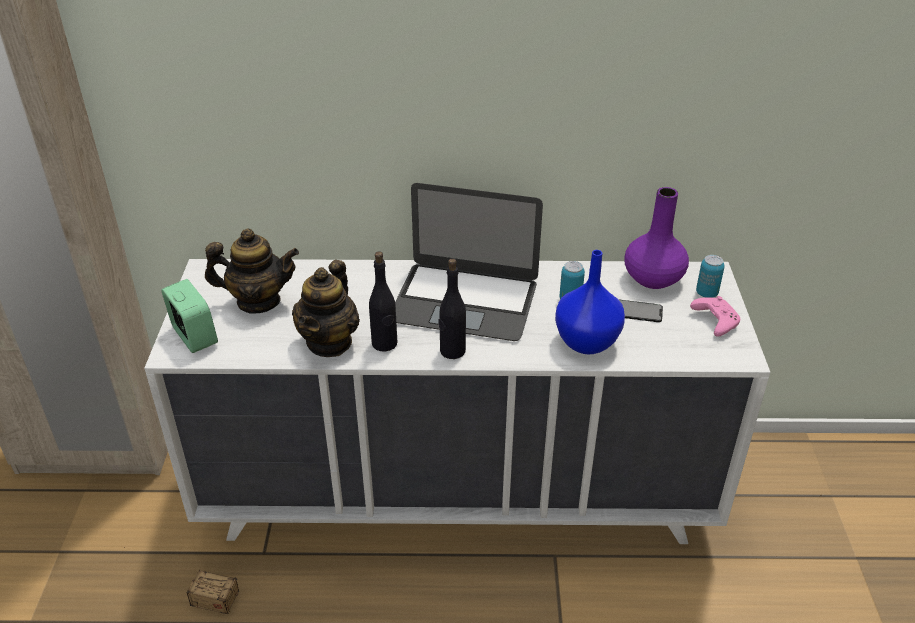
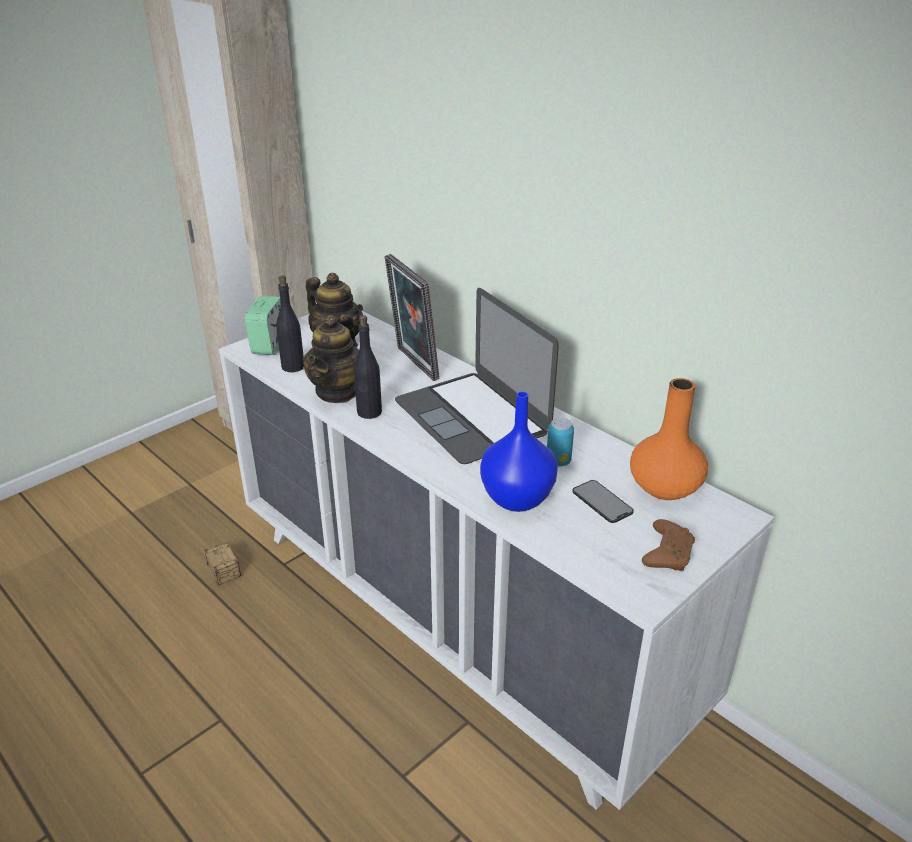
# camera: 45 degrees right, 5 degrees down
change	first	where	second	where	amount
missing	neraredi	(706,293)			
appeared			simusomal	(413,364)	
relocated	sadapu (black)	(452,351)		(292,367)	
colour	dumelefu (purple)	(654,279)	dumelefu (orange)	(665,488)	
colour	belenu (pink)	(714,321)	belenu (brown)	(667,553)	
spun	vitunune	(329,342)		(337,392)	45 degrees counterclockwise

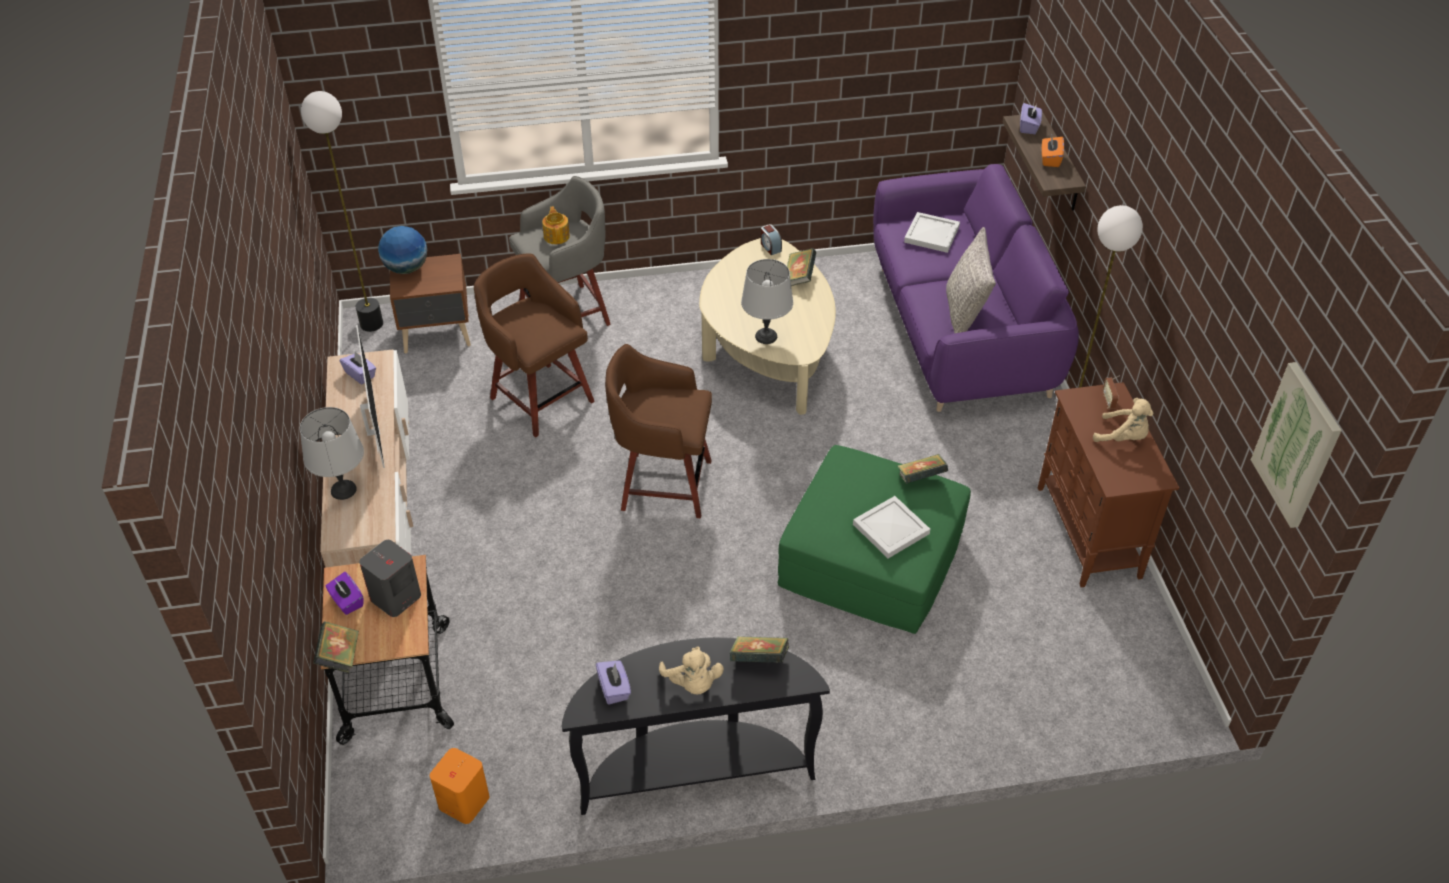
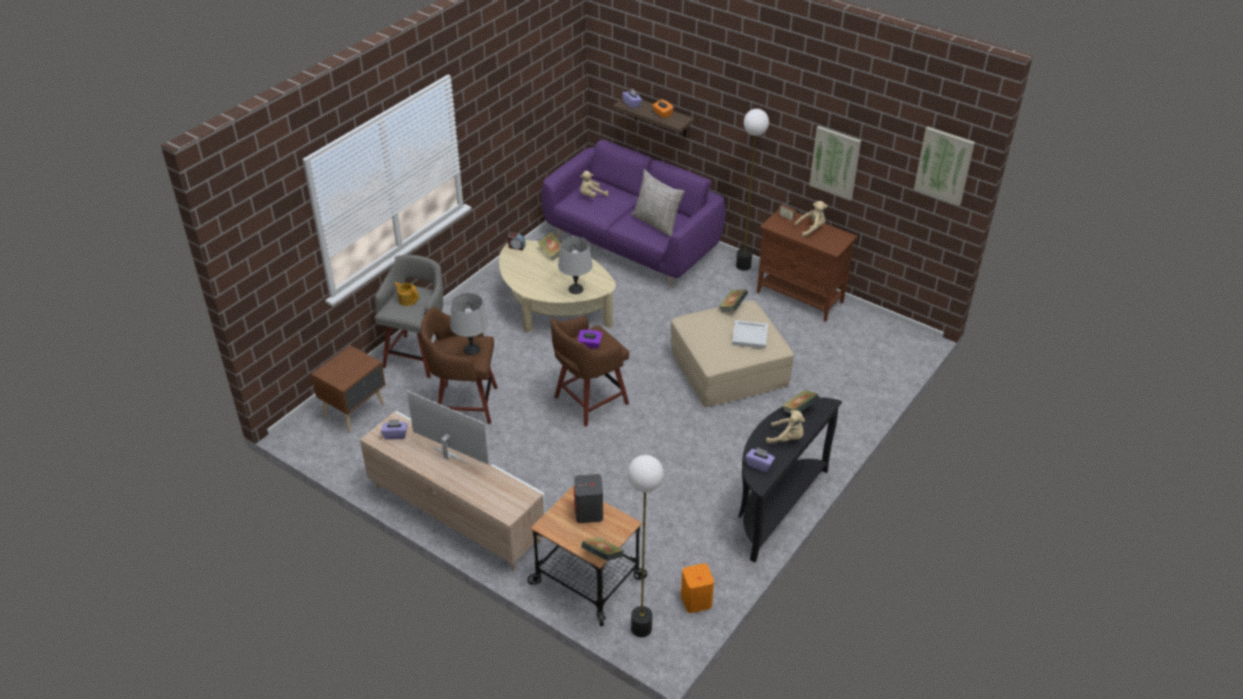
# camera: 45 degrees left, 5 degrees down
change	first	where	second	where	amount
missing	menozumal	(406,268)			
appeared			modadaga	(835,162)	
relocated	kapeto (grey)	(343,490)		(472,350)	
relocated	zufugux	(371,324)		(641,628)	
relocated	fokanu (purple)	(347,601)		(590,344)	
exchanged	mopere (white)	(931,234)	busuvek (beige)	(591,195)	
colour	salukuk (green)	(872,559)	salukuk (beige)	(729,368)	

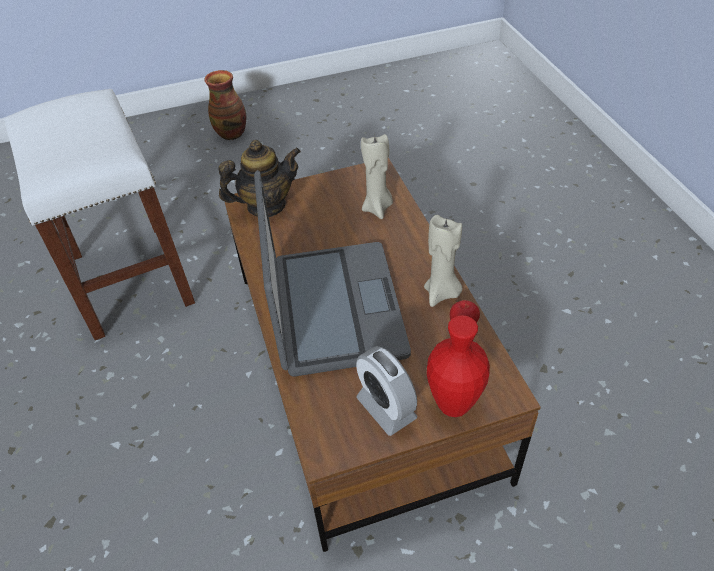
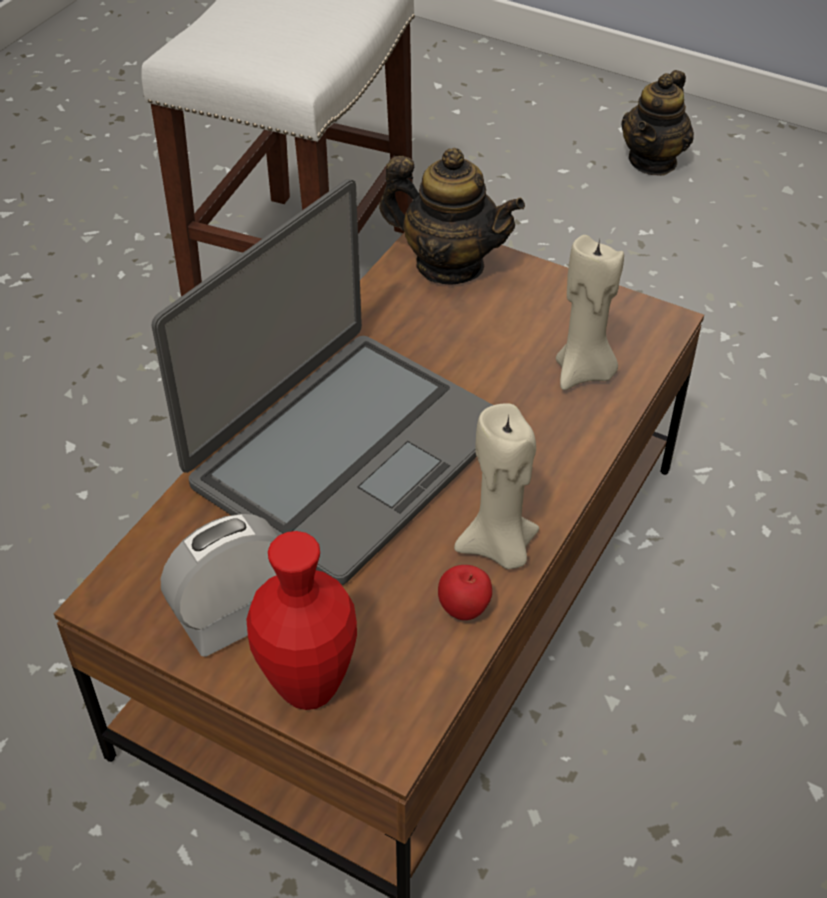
# camera: 45 degrees right, 0 degrees up
change	first	where	second	where	amount
exchanged	dumelefu	(232,133)	vitunune	(653,161)	
spun	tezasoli	(386,408)		(233,617)	45 degrees clockwise

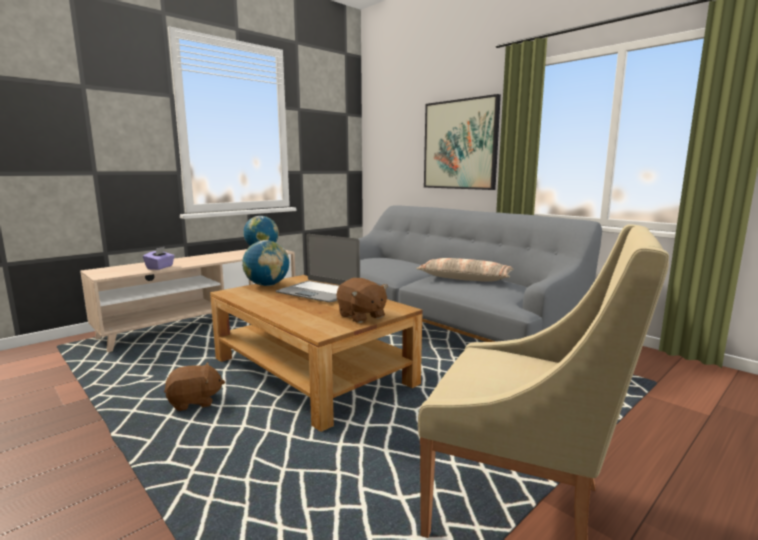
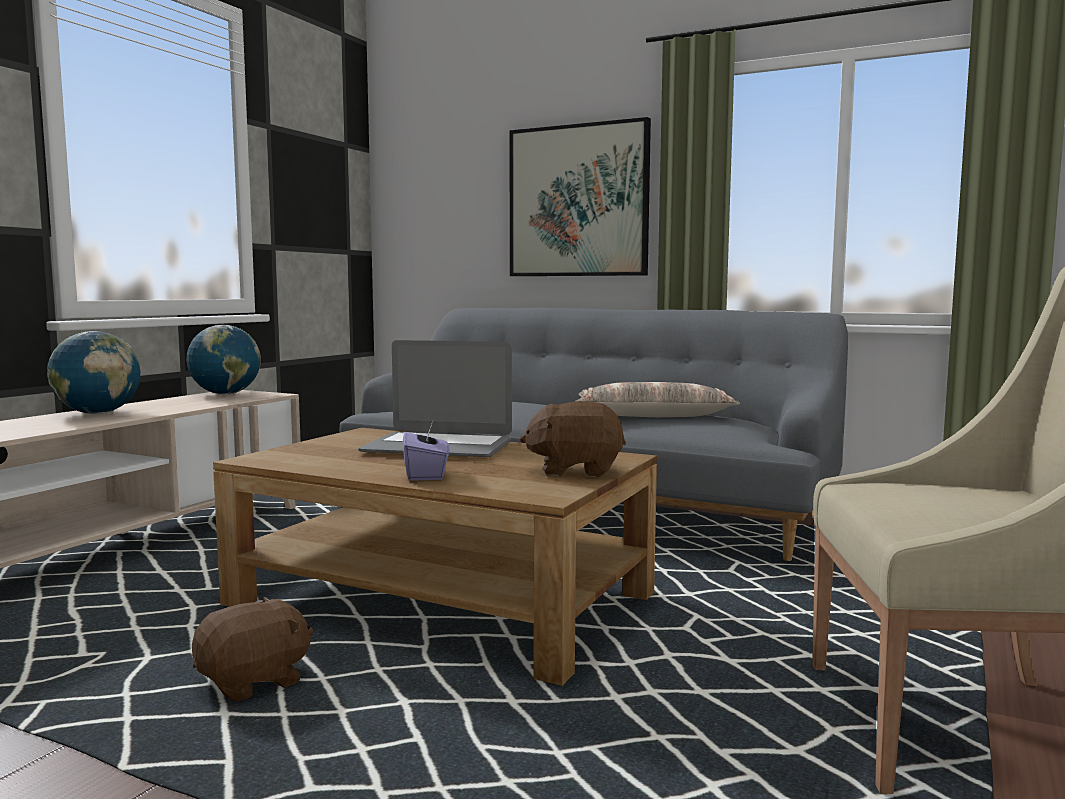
# camera: 20 degrees left, 5 degrees down
change	first	where	second	where	amount
relocated	fokanu (purple)	(160,267)		(426,474)	
relocated	menozumal	(267,285)		(97,413)	
spun	busuvek (brown)	(361,316)		(575,470)	150 degrees clockwise

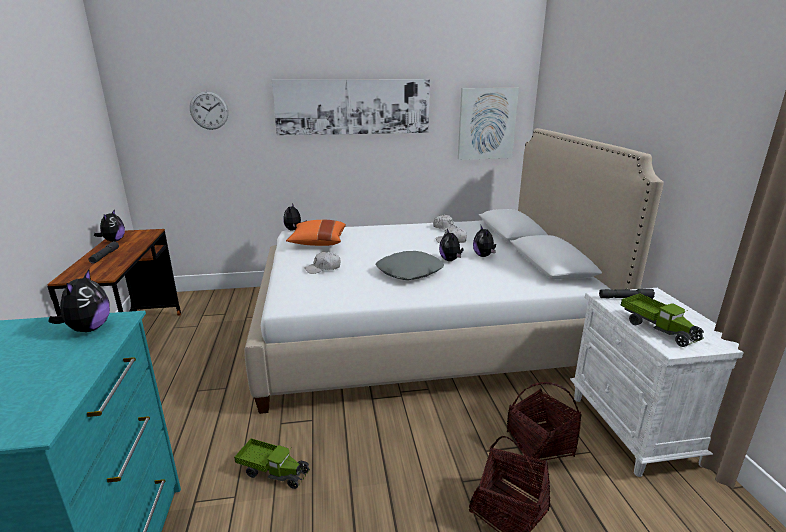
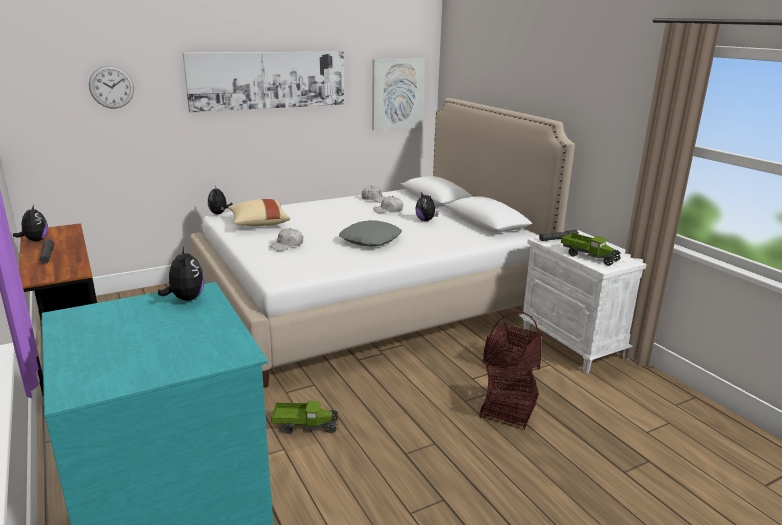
# camera: 20 degrees left, 0 degrees up
change	first	where	second	where	amount
missing	busuvek	(450,260)			
colour	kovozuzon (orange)	(318,243)	kovozuzon (beige)	(259,223)	

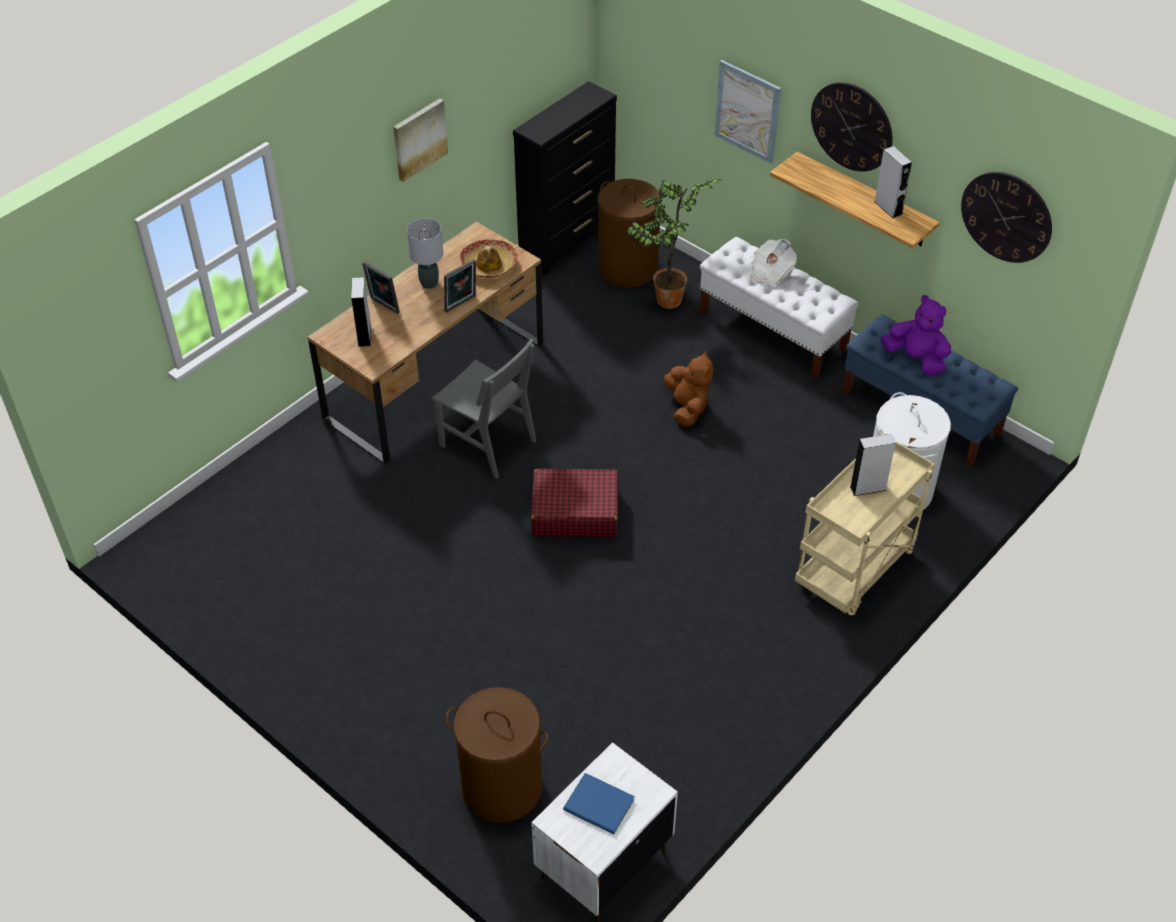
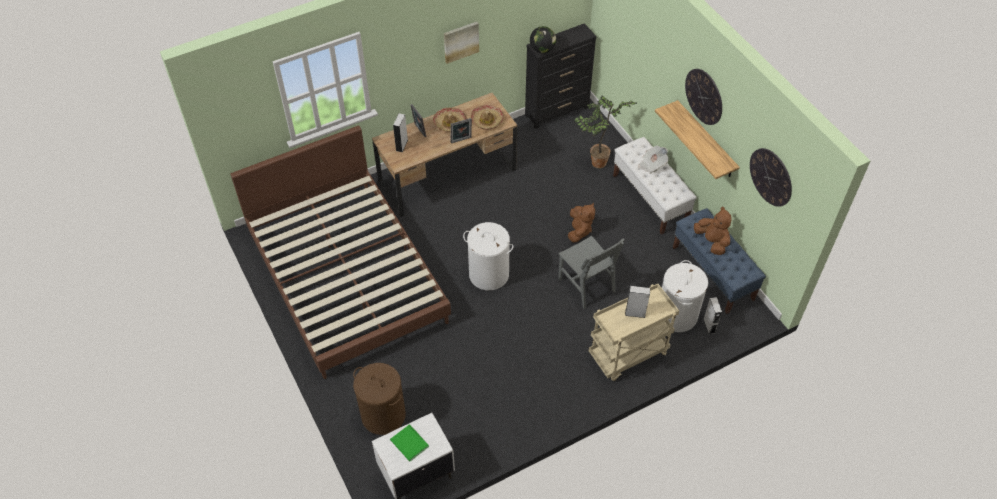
# camera: 20 degrees right, 5 degrees up
change	first	where	second	where	amount
missing	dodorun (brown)	(627,268)			
missing	modadaga	(747,111)			
appeared			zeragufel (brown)	(347,277)	
appeared			menozumal	(542,50)	
relocated	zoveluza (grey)	(487,443)		(586,285)	
relocated	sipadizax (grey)	(888,208)		(709,326)	
exchanged	kapeto (grey)	(429,283)	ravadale	(450,123)	
exchanged	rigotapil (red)	(574,512)	dodorun (white)	(488,274)	
colour	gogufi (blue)	(599,807)	gogufi (green)	(409,444)	
colour	busuvek (purple)	(915,359)	busuvek (brown)	(712,241)	

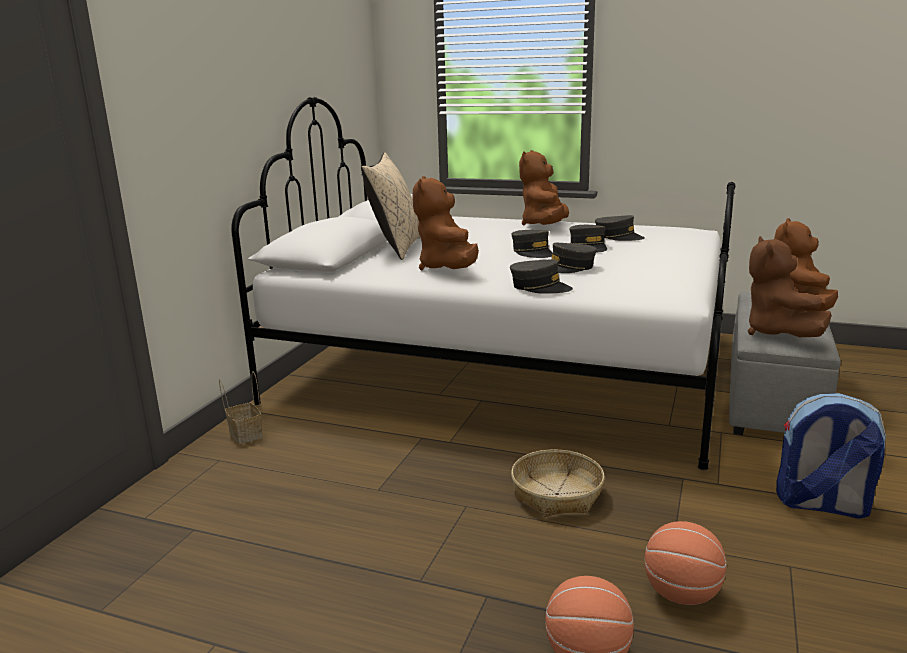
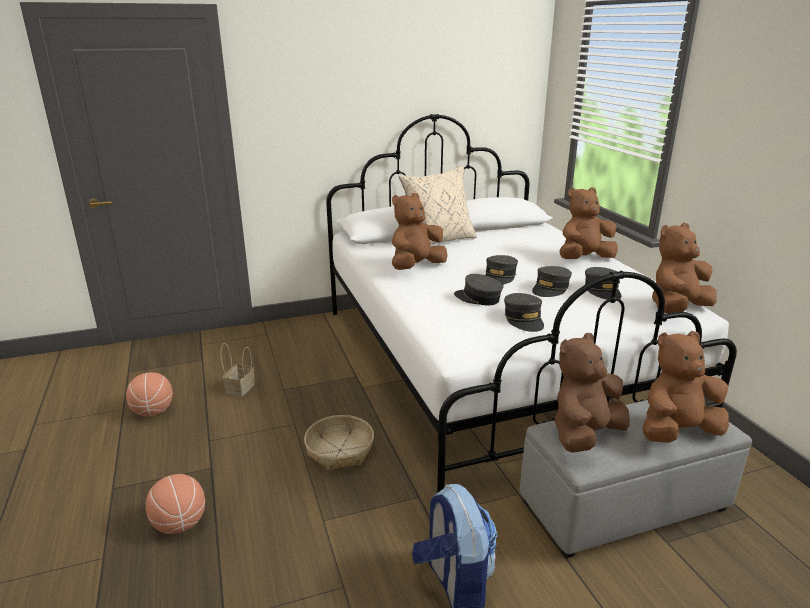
# camera: 50 degrees right, 5 degrees up
change	first	where	second	where	amount
appeared			busuvek (brown)	(677,309)	
relocated	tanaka	(244,434)		(240,388)	
relocated	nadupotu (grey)	(540,287)		(524,319)	
relocated	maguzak	(681,594)		(153,411)	

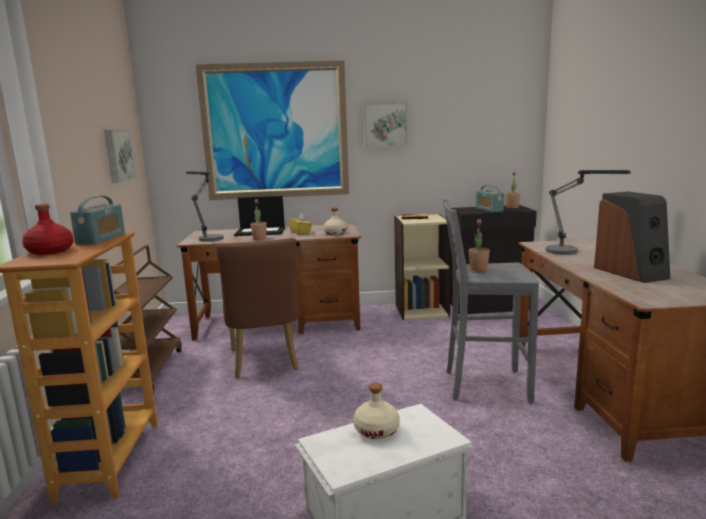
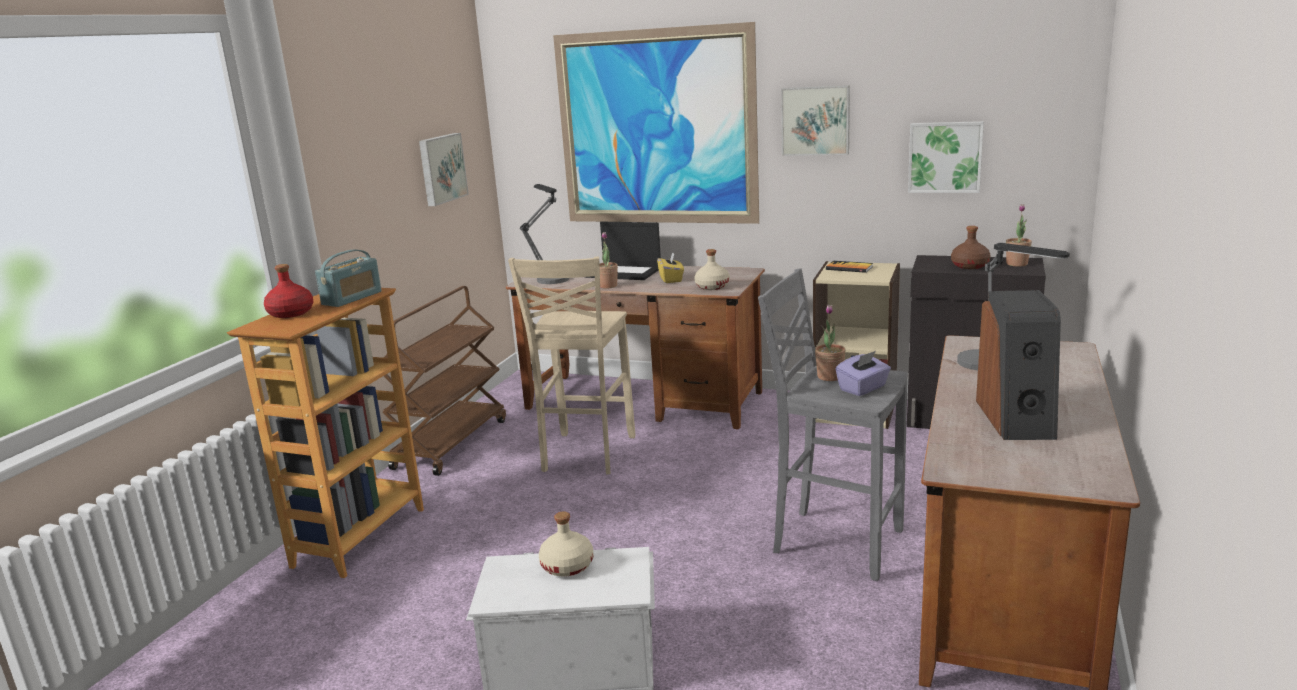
# camera: 25 degrees right, 5 degrees up
change	first	where	second	where	amount
appeared			fokanu (purple)	(863,388)	
appeared			modadaga	(945,157)	
exchanged	zoveluza (brown)	(265,362)	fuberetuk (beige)	(586,454)	
exchanged	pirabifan	(489,209)	sadapu (brown)	(970,266)	

